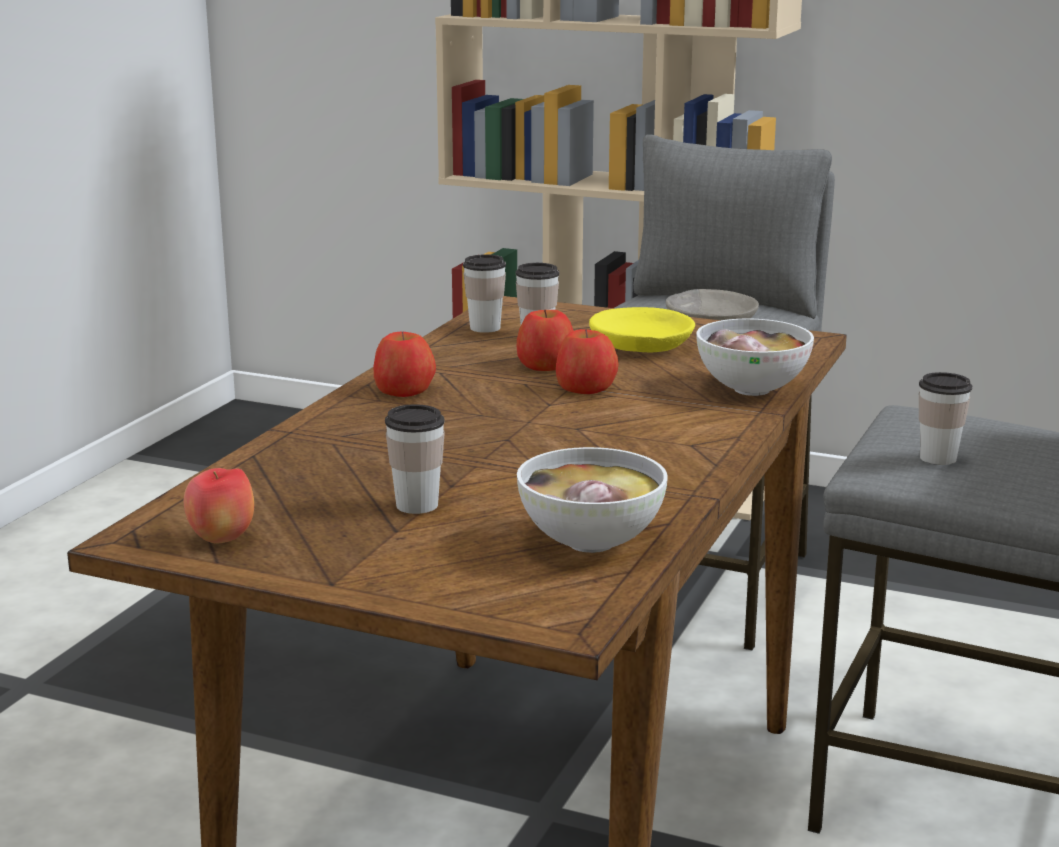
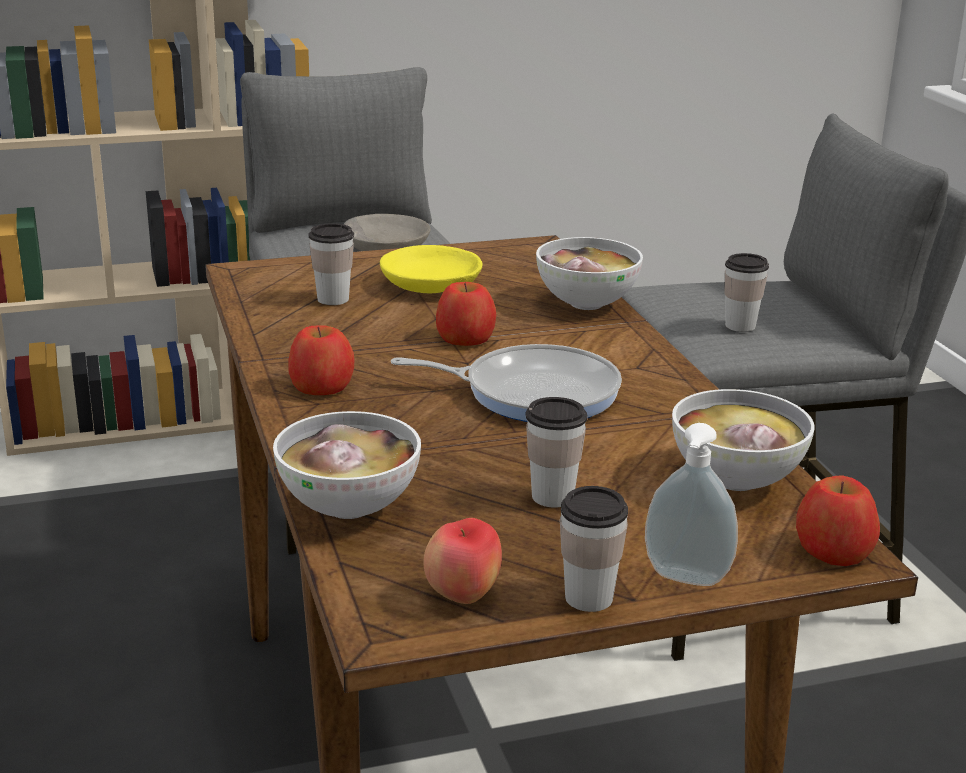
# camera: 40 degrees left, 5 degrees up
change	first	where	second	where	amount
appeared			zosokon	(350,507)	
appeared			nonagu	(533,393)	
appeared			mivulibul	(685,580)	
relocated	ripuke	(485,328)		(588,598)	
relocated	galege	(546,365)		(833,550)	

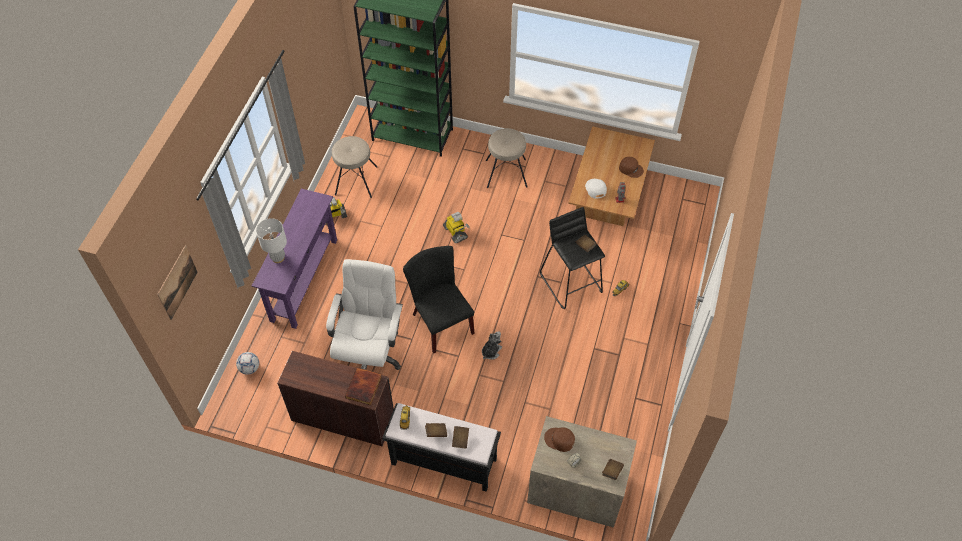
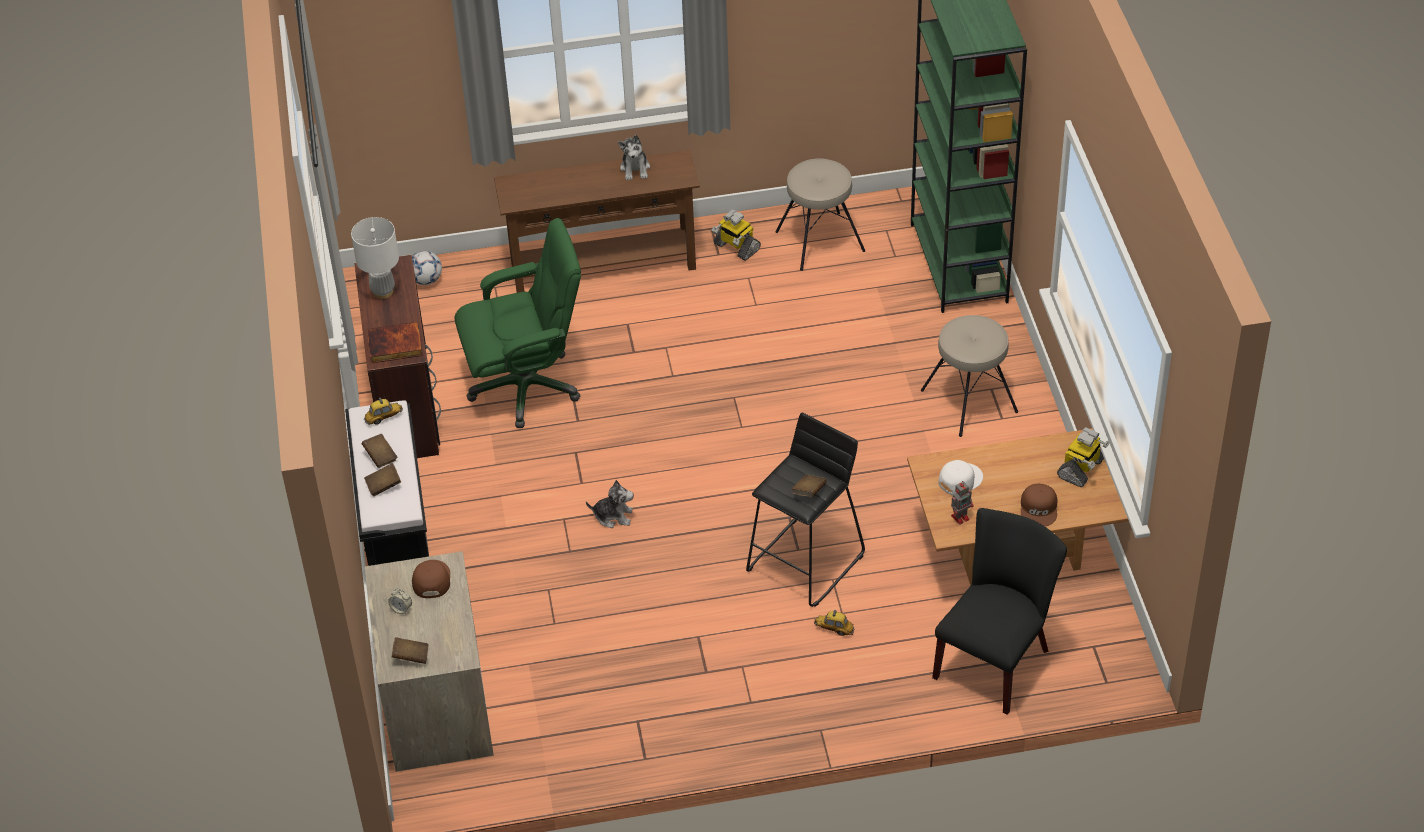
# camera: 65 degrees right, 10 degrees down
change	first	where	second	where	amount
missing	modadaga	(177,282)			
appeared			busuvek	(635,168)	
relocated	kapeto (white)	(278,258)		(383,291)	
relocated	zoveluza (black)	(440,321)		(996,659)	
relocated	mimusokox	(456,232)		(1081,469)	
colour	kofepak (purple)	(304,279)	kofepak (brown)	(603,266)	
colour	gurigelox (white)	(370,352)	gurigelox (green)	(526,386)	

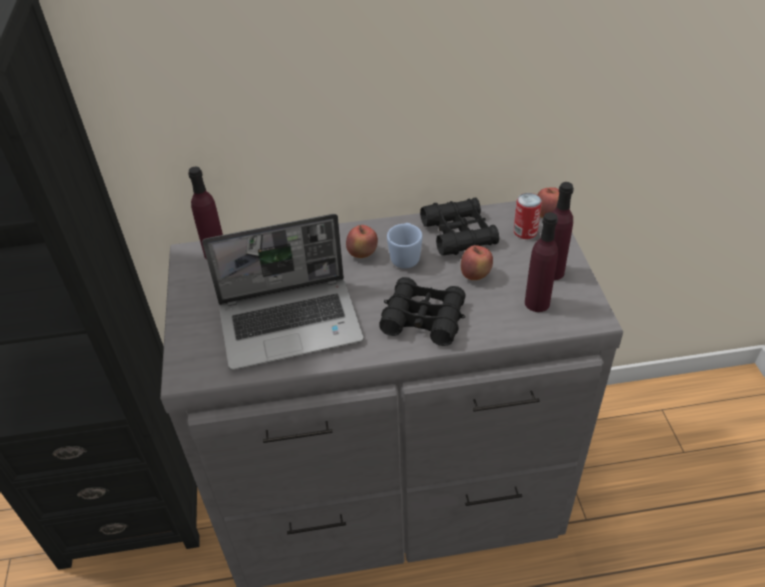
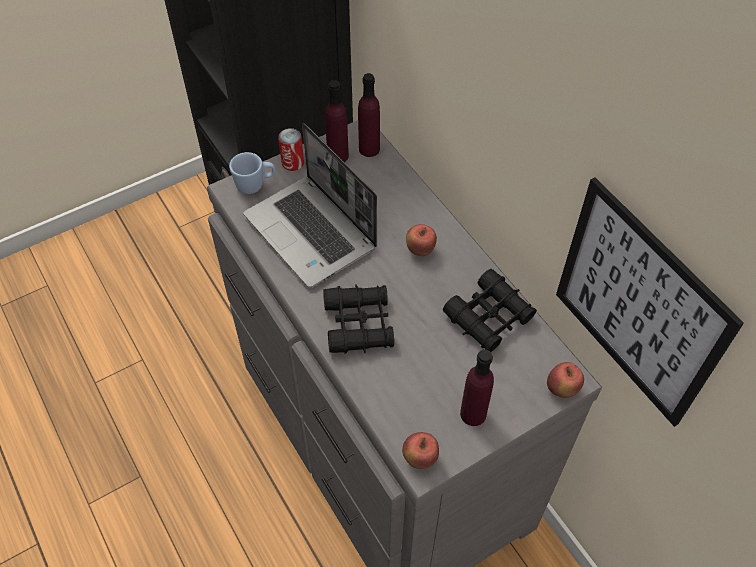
# camera: 65 degrees right, 10 degrees up
change	first	where	second	where	amount
appeared			modadaga	(638,305)	
relocated	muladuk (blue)	(405,256)		(255,185)	
relocated	galege	(475,275)		(419,458)	
relocated	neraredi	(525,232)		(292,163)	
relocated	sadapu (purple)	(537,303)		(338,156)	

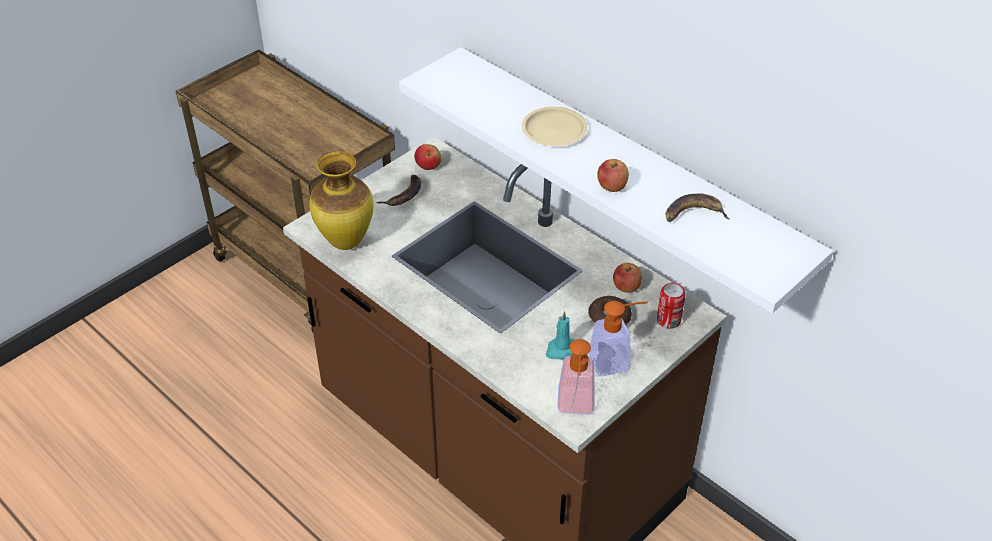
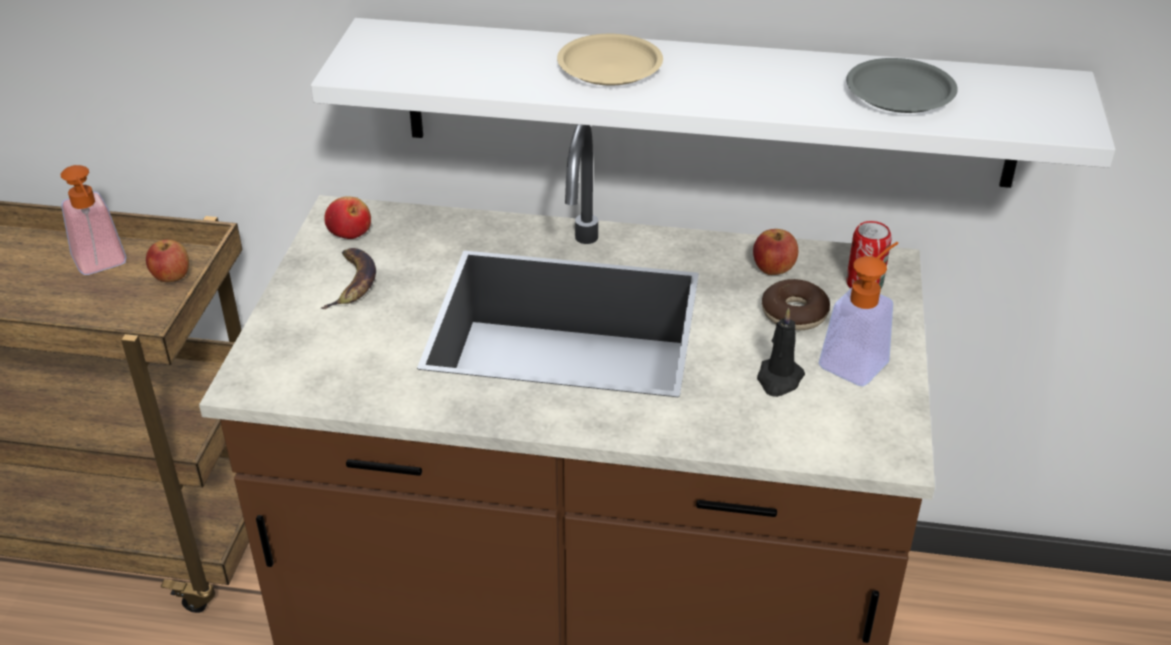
# camera: 35 degrees left, 5 degrees down
change	first	where	second	where	amount
missing	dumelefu	(346,242)			
relocated	mivulibul	(575,407)		(102,265)	
relocated	galege	(611,187)		(171,277)	
exchanged	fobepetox	(693,214)	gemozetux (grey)	(899,93)	
colour	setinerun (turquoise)	(560,350)	setinerun (black)	(779,379)	

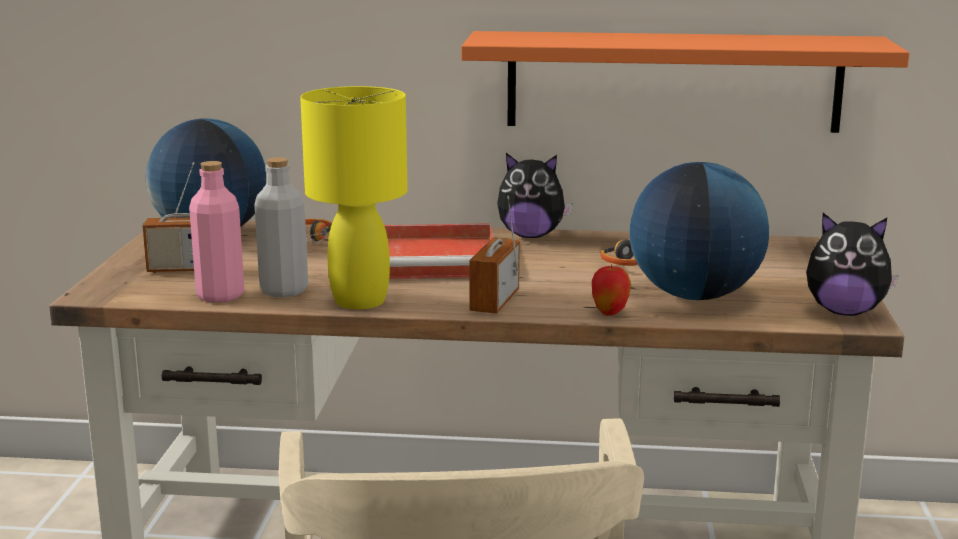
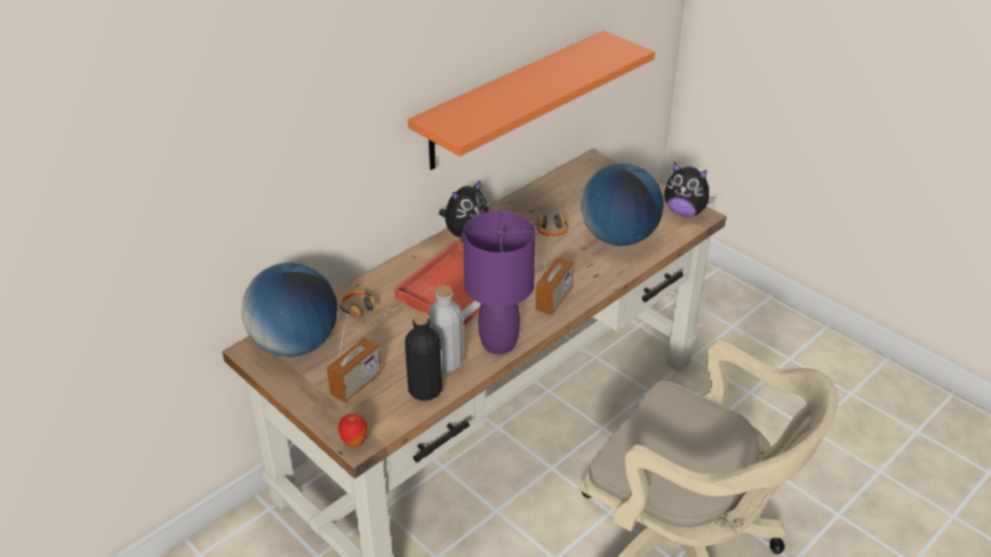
# camera: 50 degrees left, 20 degrees up
change	first	where	second	where	amount
relocated	galege	(610,313)		(354,443)	
colour	sadapu (pink)	(220,295)	sadapu (black)	(425,390)	
colour	kapeto (yellow)	(359,301)	kapeto (purple)	(499,344)	
spun	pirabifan	(494,301)		(554,300)	120 degrees counterclockwise
spun	busuvek	(845,312)		(685,212)	60 degrees clockwise

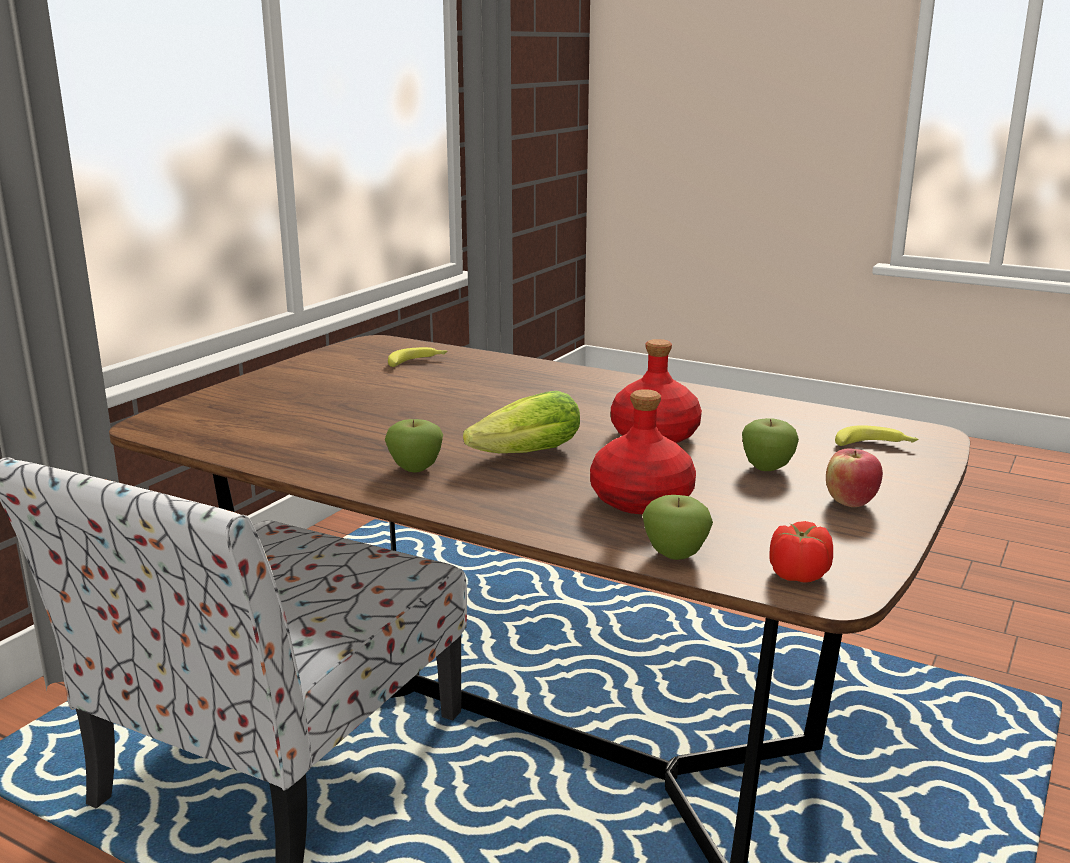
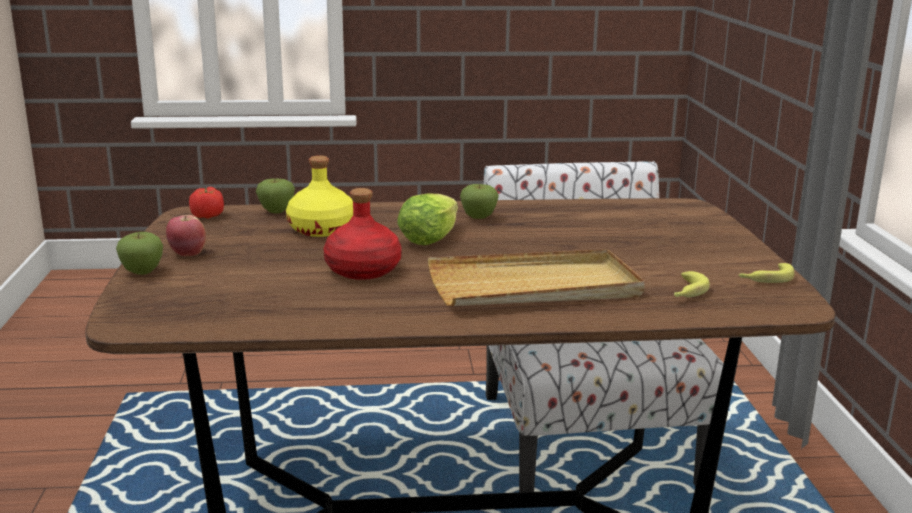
# camera: 145 degrees right, 0 degrees up
change	first	where	second	where	amount
appeared			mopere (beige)	(534,287)	
relocated	galege	(767,468)		(142,272)	
relocated	fobepetox	(875,446)		(765,279)	
colour	sadapu (red)	(642,499)	sadapu (yellow)	(321,229)	

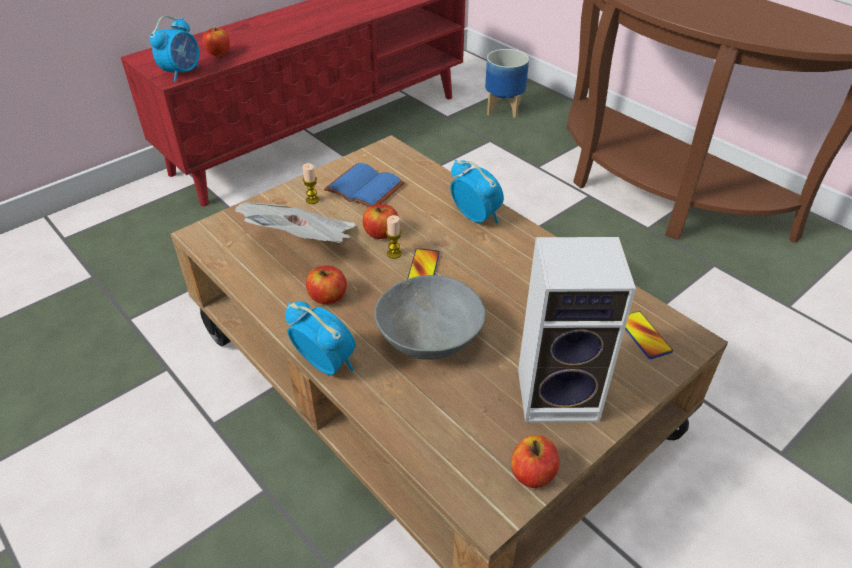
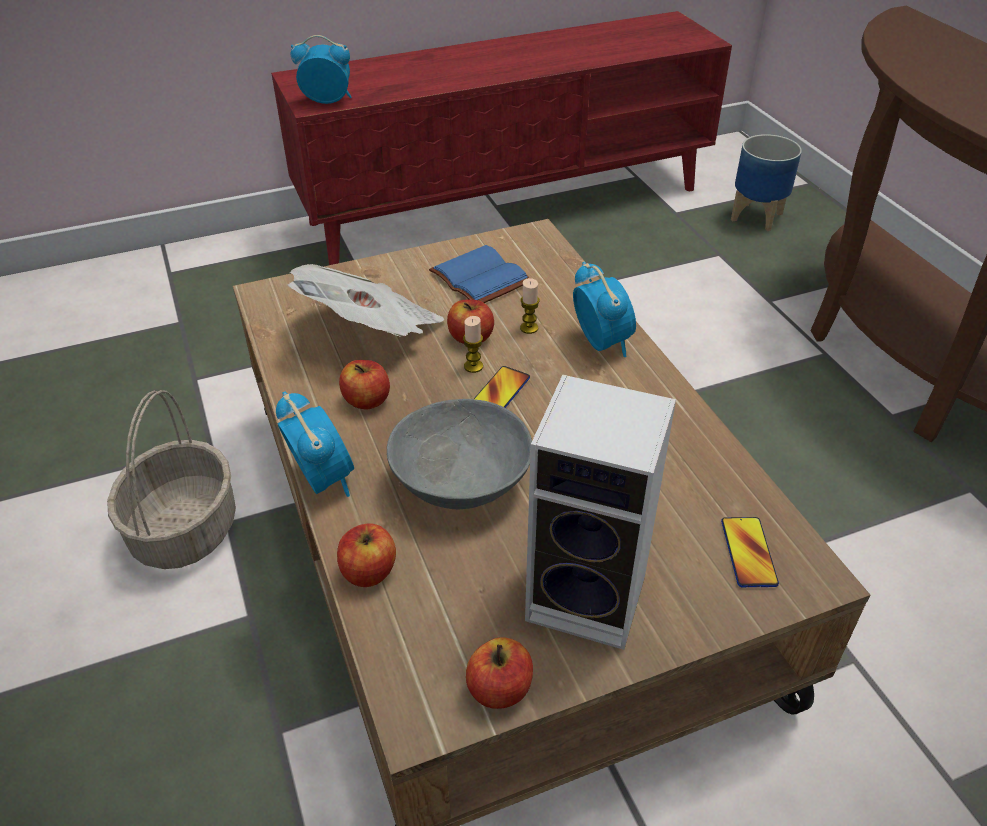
# camera: 20 degrees right, 0 degrees up
change	first	where	second	where	amount
appeared			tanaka	(184,529)	
relocated	galege	(218,53)		(368,571)	
relocated	setinerun	(312,200)		(529,328)	
spun	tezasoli	(182,73)		(327,101)	135 degrees counterclockwise

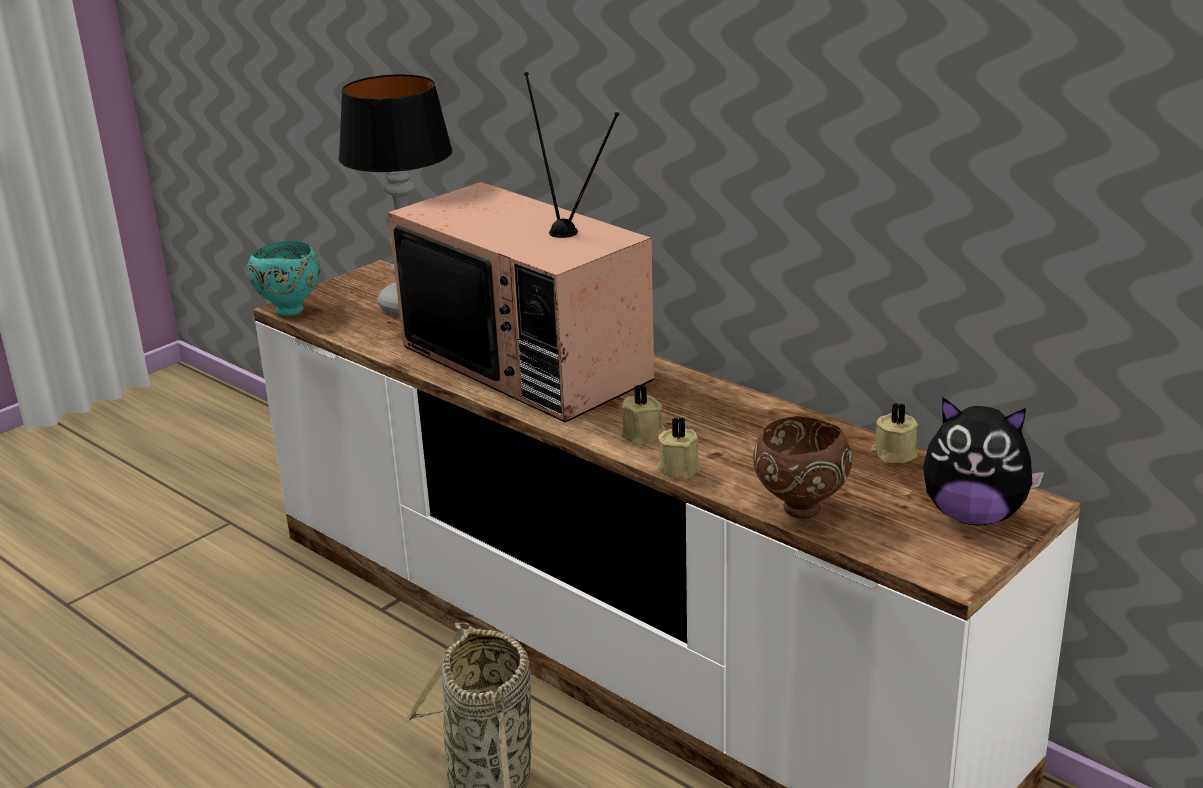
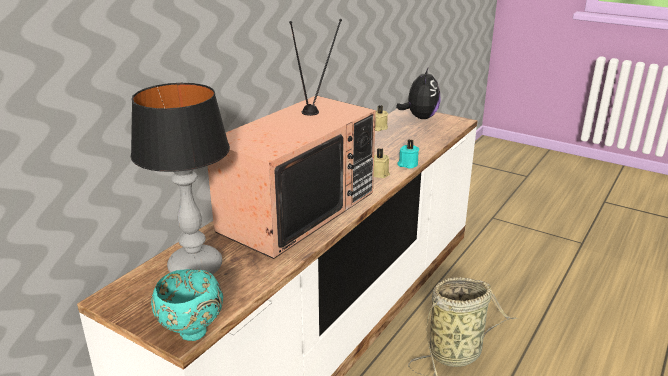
# camera: 100 degrees left, 0 degrees up
change	first	where	second	where	amount
missing	zosokon (brown)	(798,509)			
colour	setinerun (beige)	(679,467)	setinerun (turquoise)	(407,164)	

